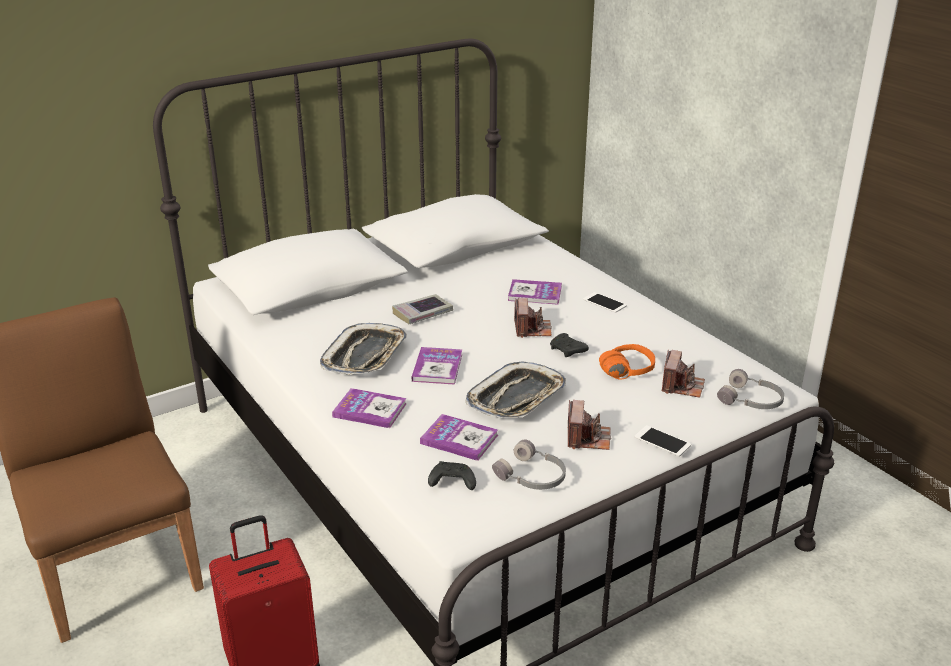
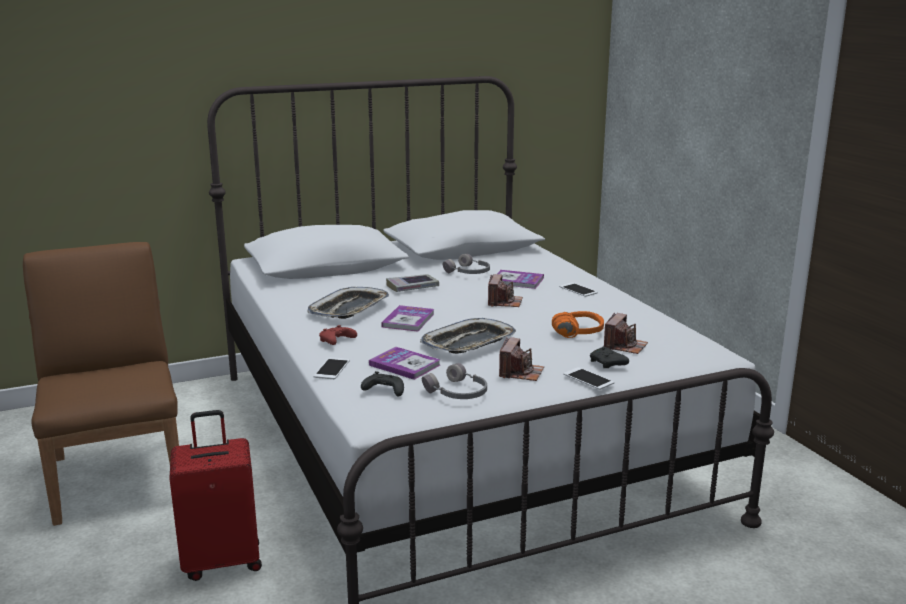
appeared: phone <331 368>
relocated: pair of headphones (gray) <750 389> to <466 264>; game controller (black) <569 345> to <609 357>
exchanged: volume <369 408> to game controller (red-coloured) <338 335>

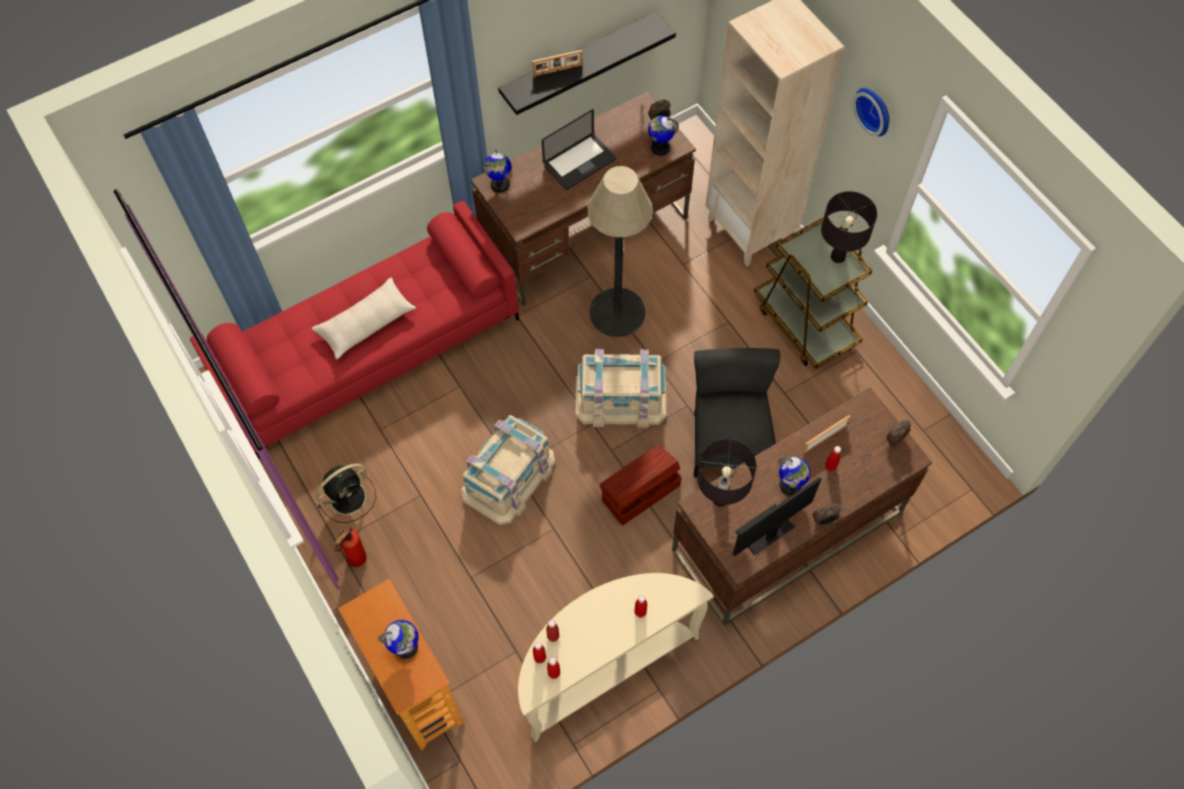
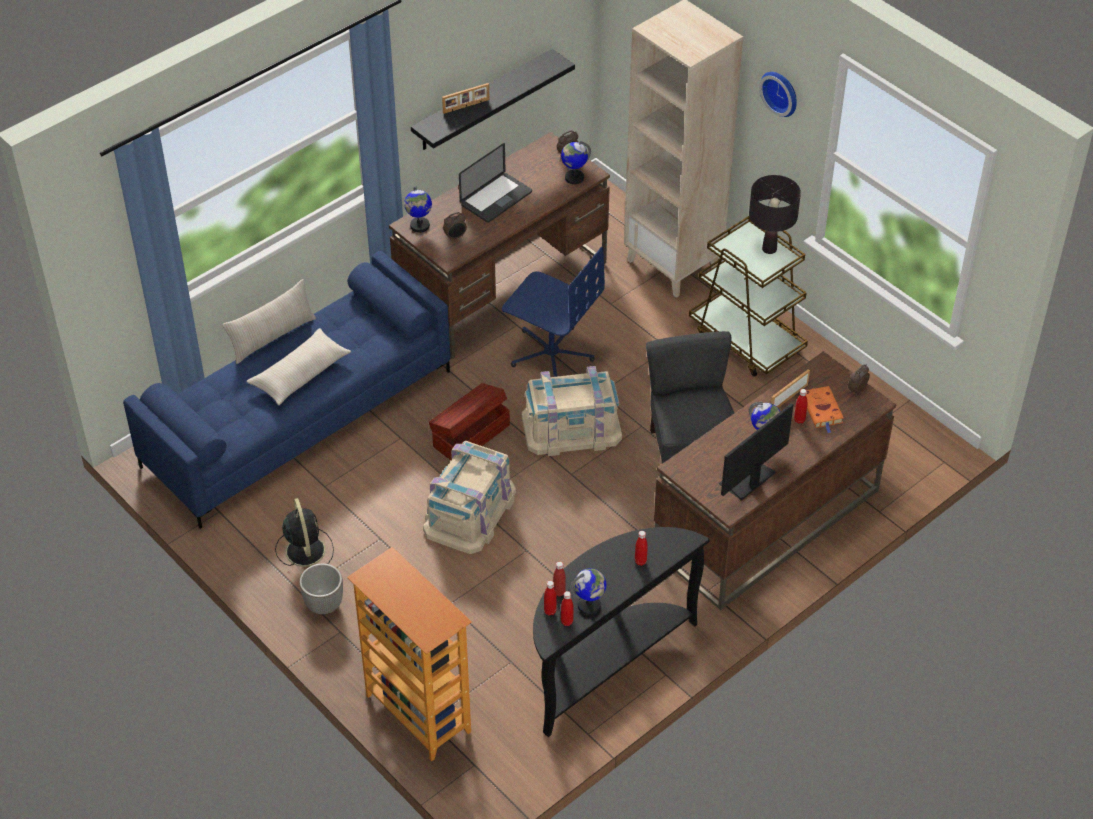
missing: table lamp (black) <726 473>
appeared: cushion (sand-coloured) <269 321>; volume (orangey) <825 409>
relocated: storage box (brownish) <641 485> to <469 421>; alarm clock <827 514> to <455 226>; desk globe <398 639> to <587 591>
exchanged: fire extinguisher <350 547> to plant pot <321 589>; standing lamp <620 251> to office chair (bluish) <553 312>
colour: sofa (red-coloured) <354 330> to sofa (bluish) <286 390>; hall table (sand-coloured) <616 657> to hall table (black) <621 632>
spun: cooling fan (black) <346 493> = <304 536> 60 degrees counterclockwise

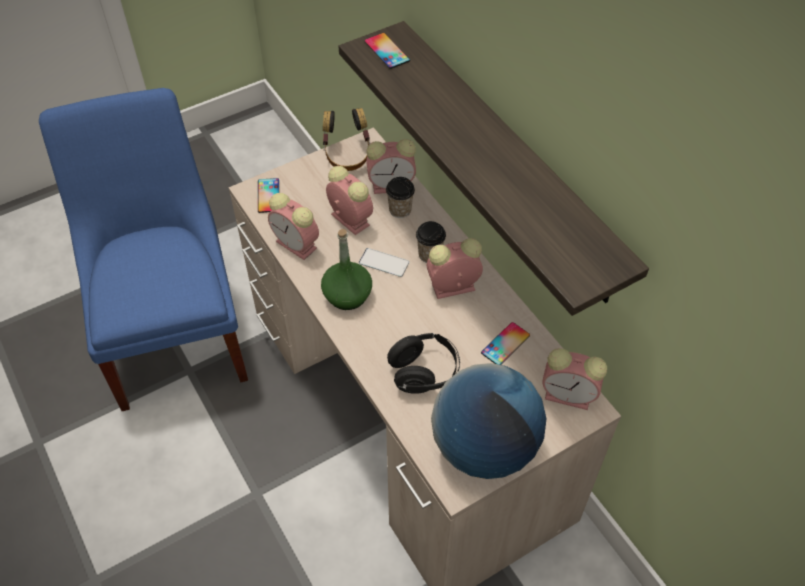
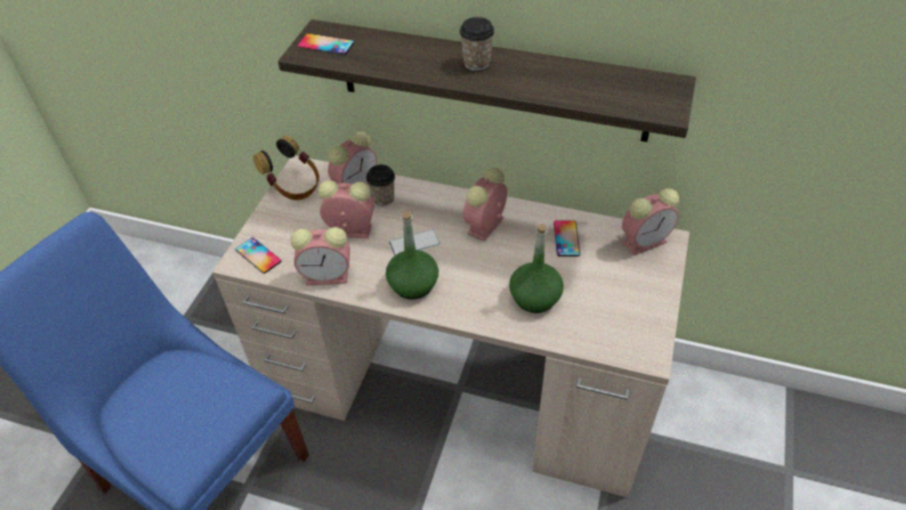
missing: desk globe <489 421>
relocated: cup <431 242> to <477 44>
exchanged: pair of headphones (black) <423 363> to drink bottle (green) <536 268>

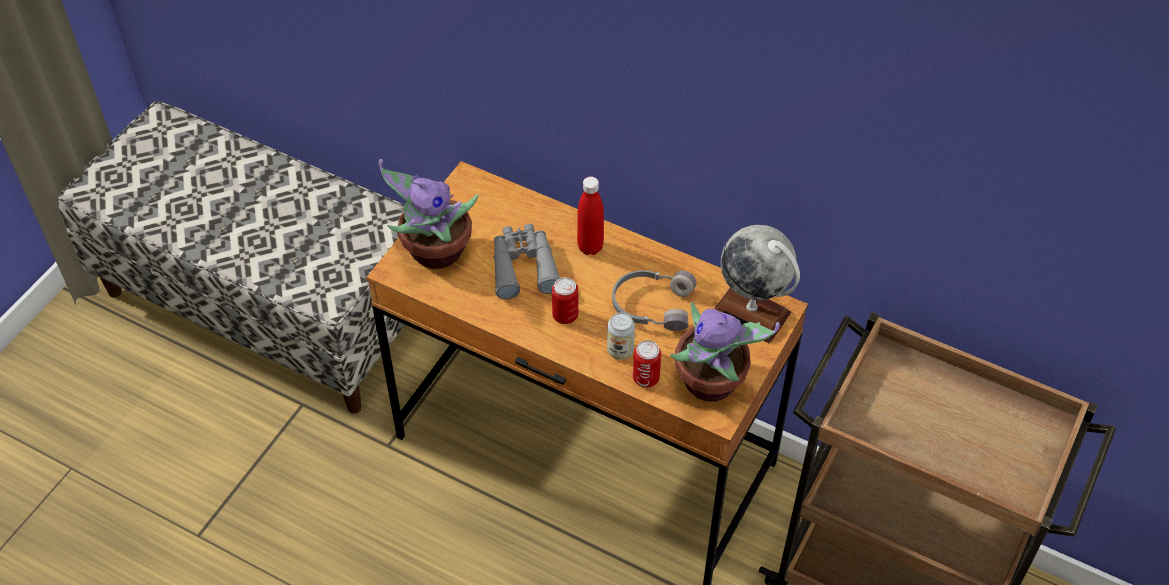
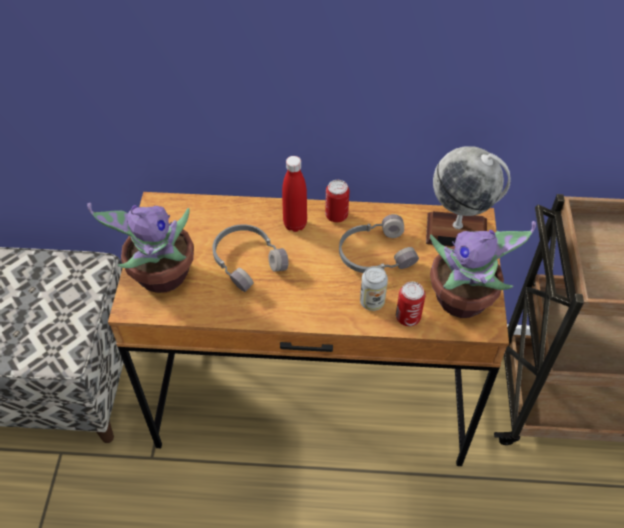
relocated: metal can <565 300> to <337 201>
exchanged: pair of binoculars (gray) <527 261> to pair of headphones (gray) <250 258>

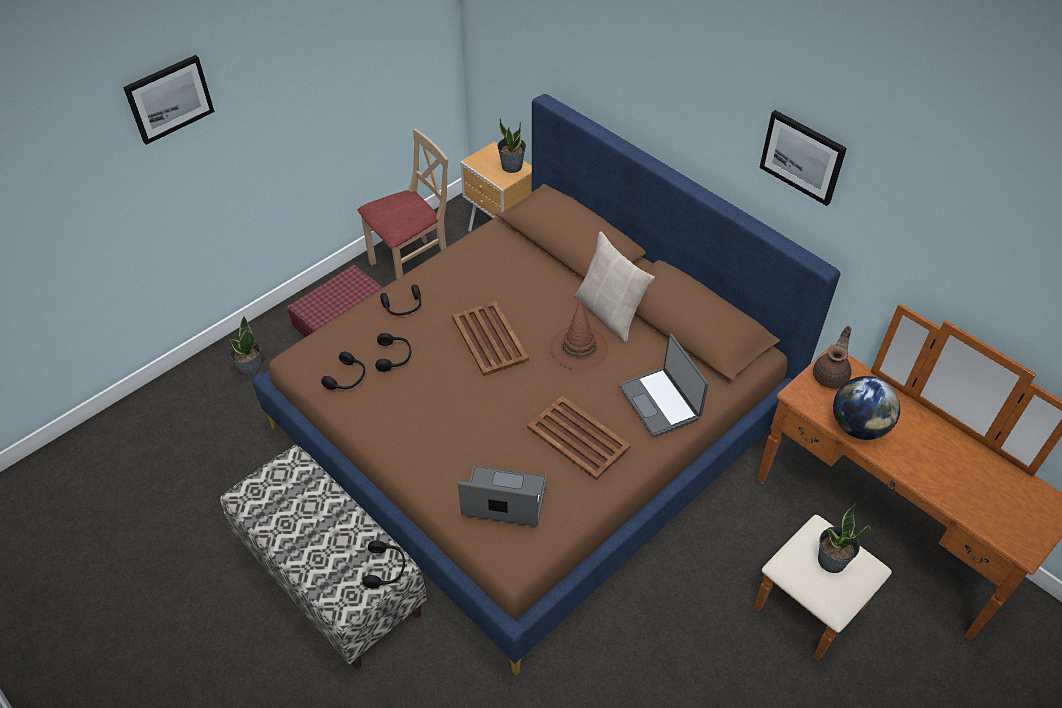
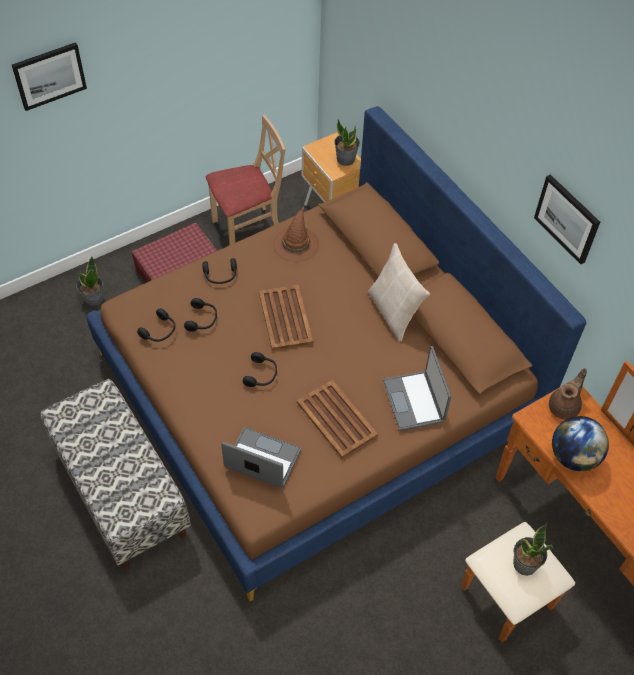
relocated: pair of headphones (black) <383 564> to <260 369>; hat (brownish) <579 334> to <296 234>

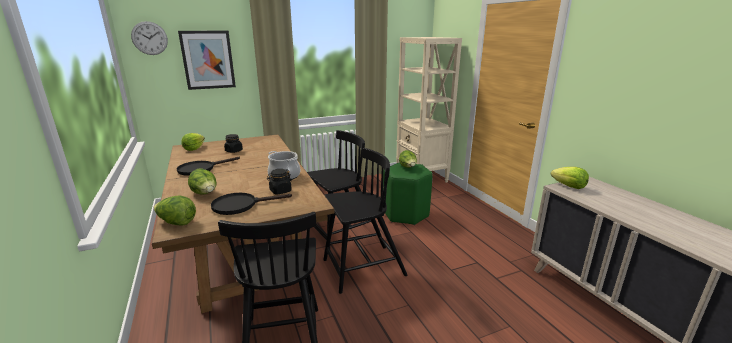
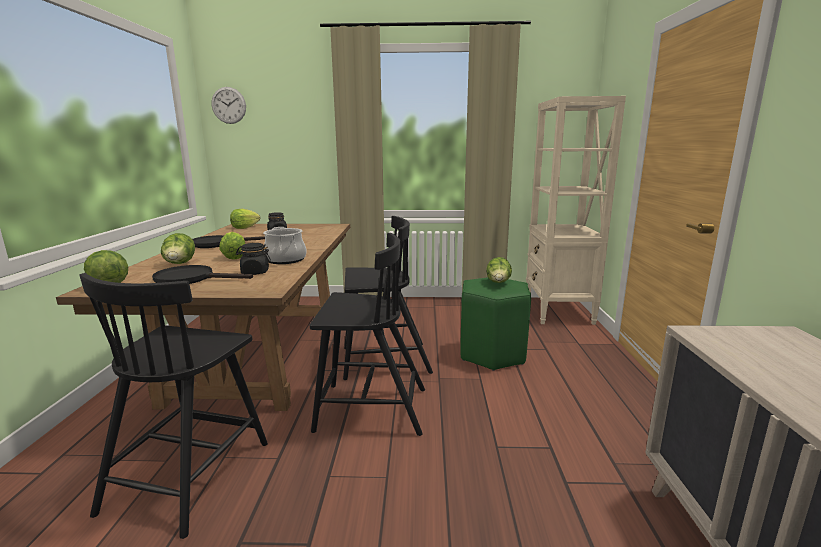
missing: wall art <207 60>
relocated: lettuce <570 178> to <232 246>

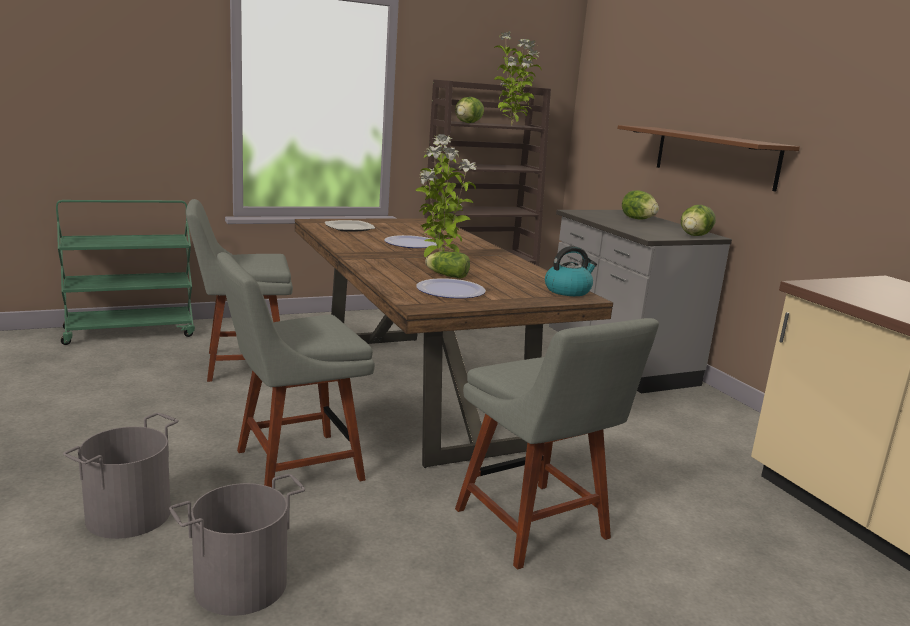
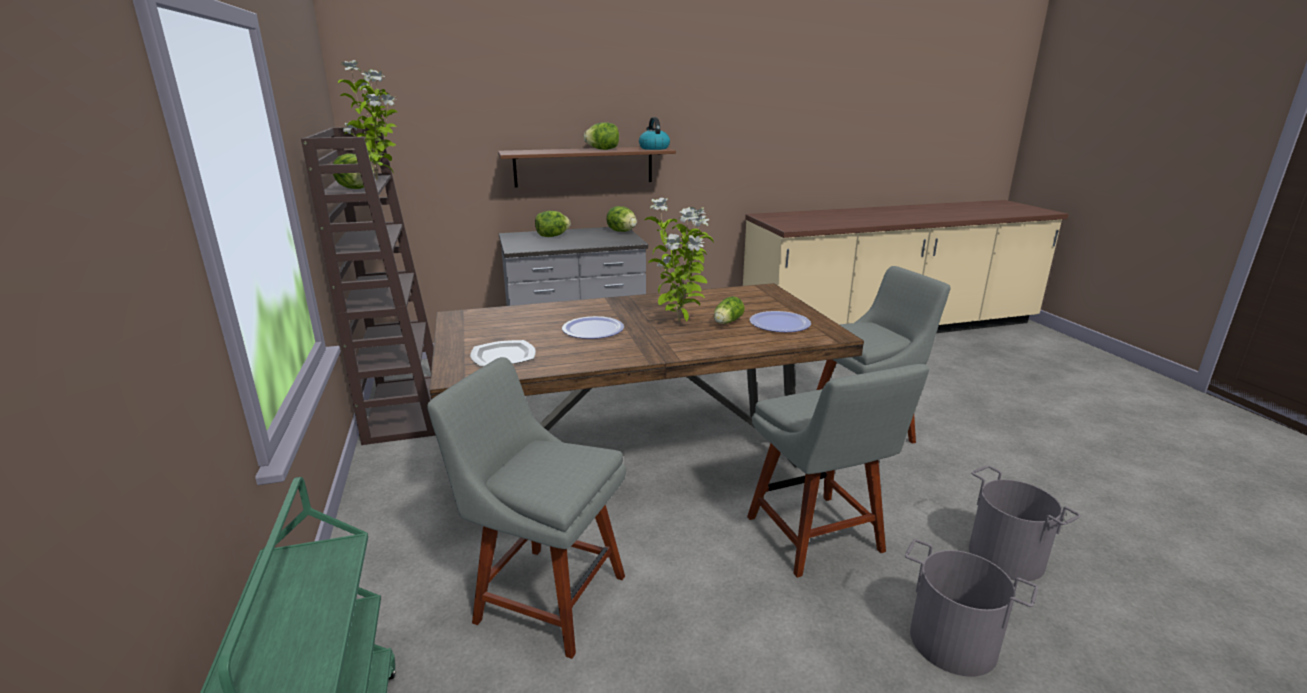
appeared: lettuce <601 136>
relocated: tea kettle <571 271> to <654 133>
spun: upright chair (gray) <239 290> = <526 508> 120 degrees clockwise

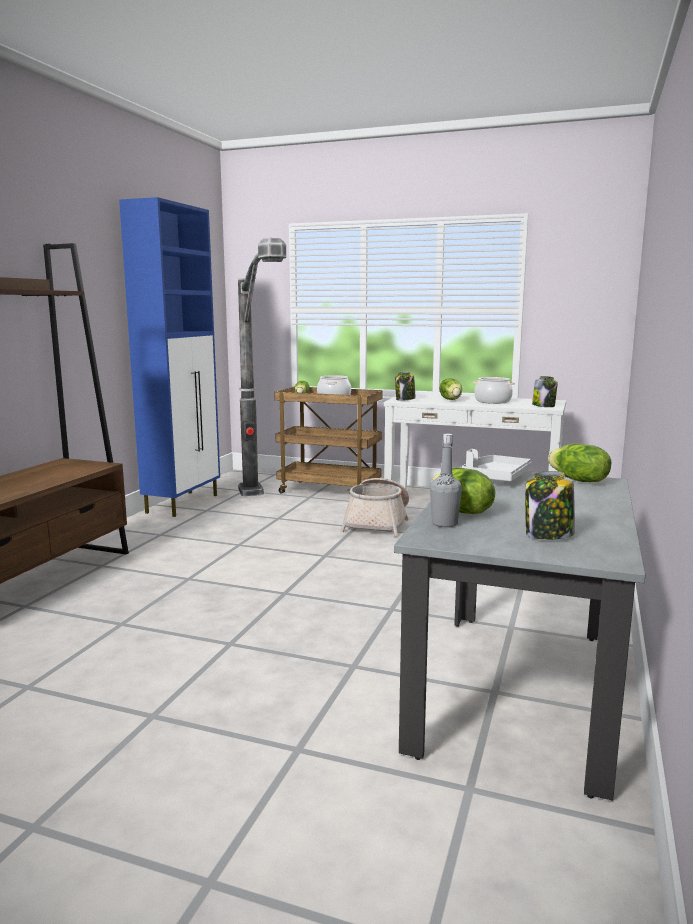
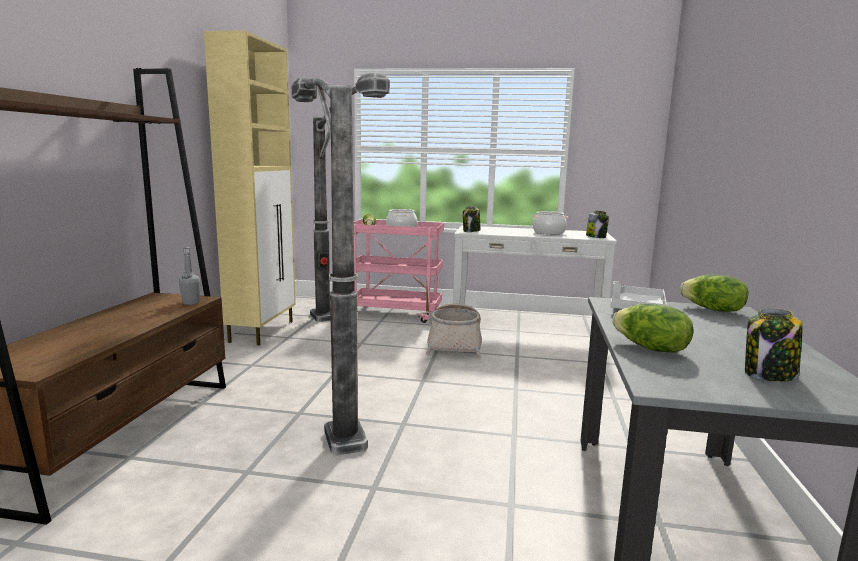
missing: lettuce <451 389>
appeared: standing lamp <330 266>
relocated: drink bottle (gray) <446 480> to <189 276>
colour: cupboard (bluish) <169 357> to cupboard (sand-coloured) <250 187>; wheeled cart (brownish) <329 440> to wheeled cart (pinkish) <399 271>

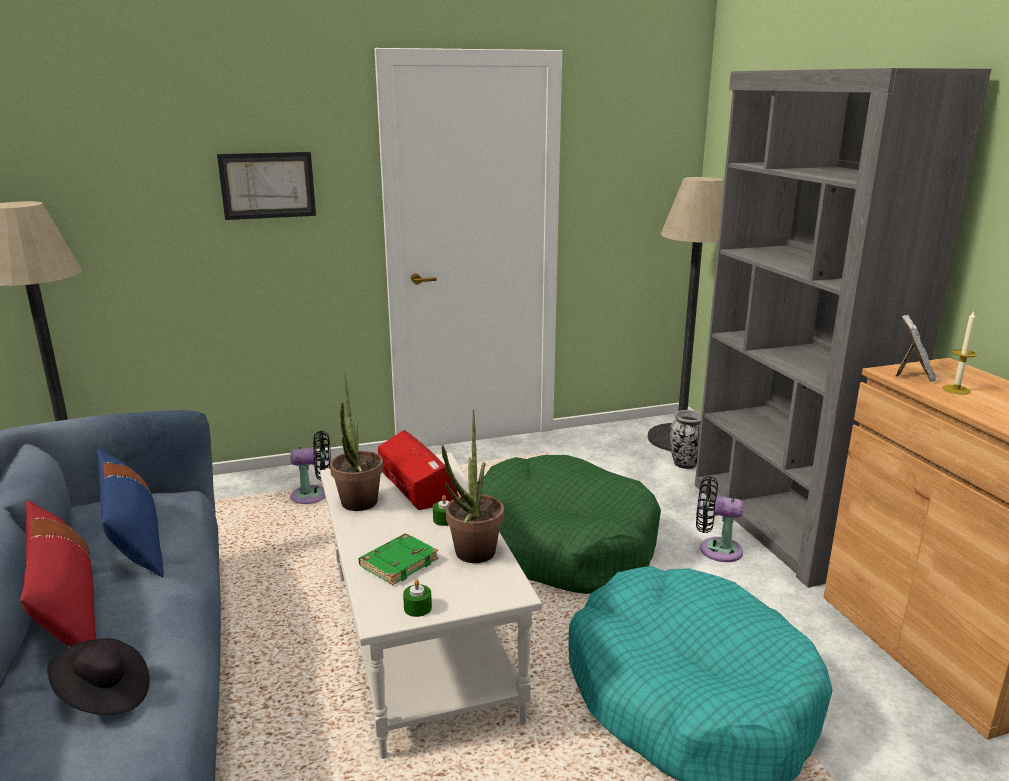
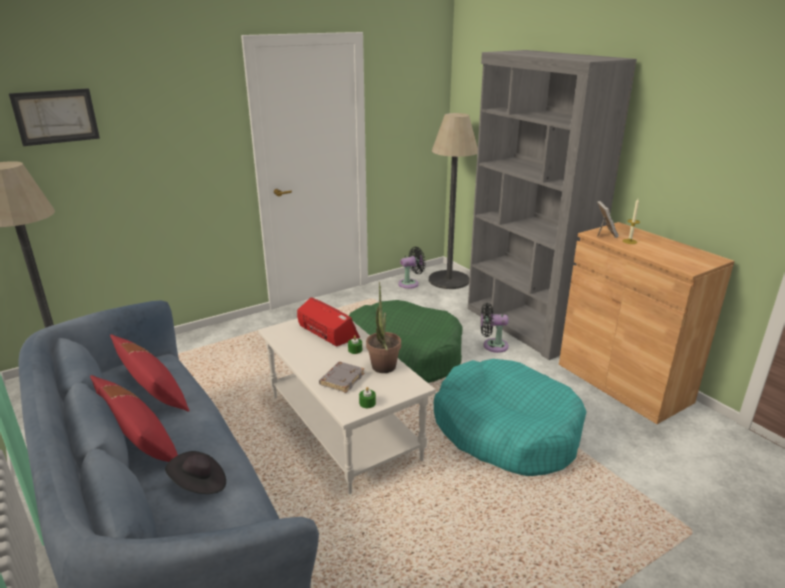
missing: potted plant <356 442>; vase <686 439>
relocated: wall art <266 186> to <54 117>; cooling fan (black) <310 467> to <412 268>
colour: cushion (bluish) <130 512> to cushion (red-coloured) <150 373>; volume (green) <398 559> to volume (gray) <342 377>

